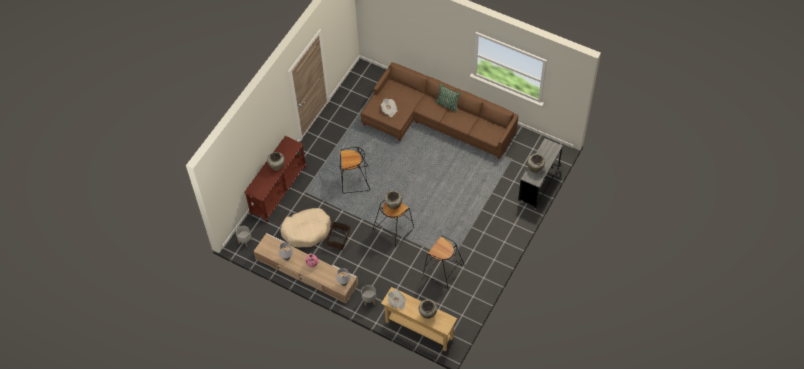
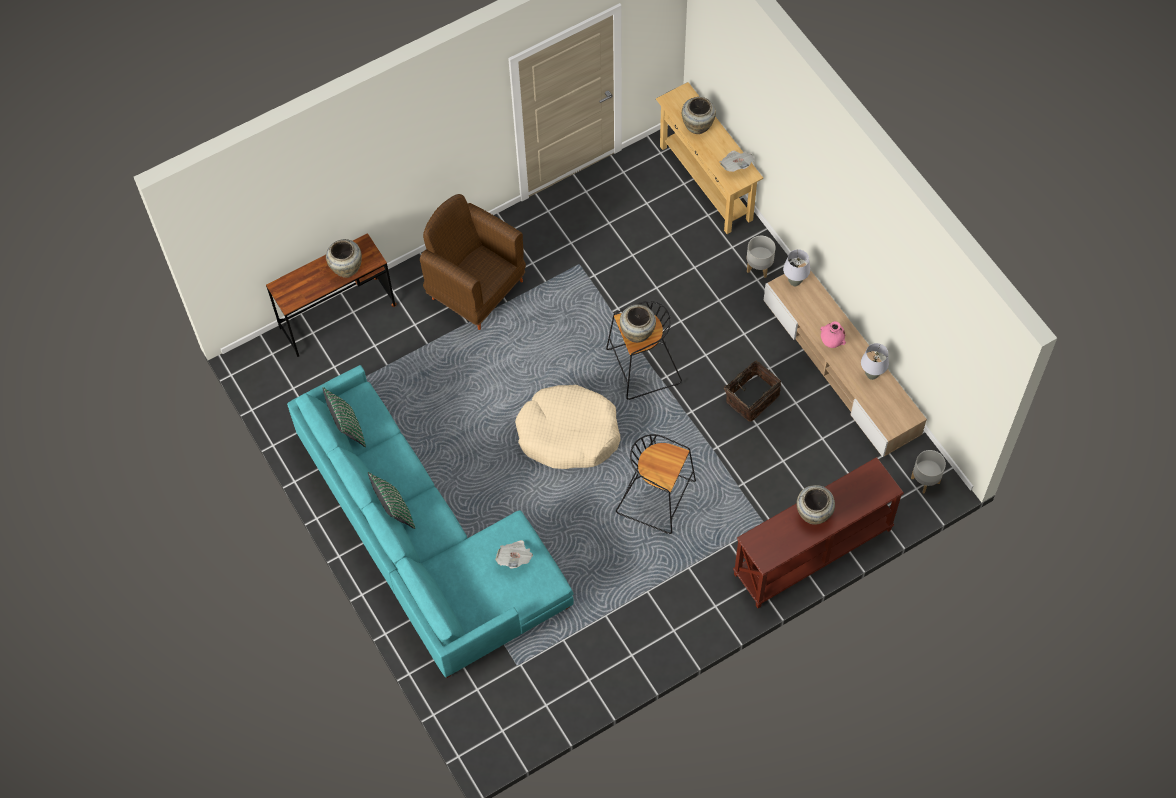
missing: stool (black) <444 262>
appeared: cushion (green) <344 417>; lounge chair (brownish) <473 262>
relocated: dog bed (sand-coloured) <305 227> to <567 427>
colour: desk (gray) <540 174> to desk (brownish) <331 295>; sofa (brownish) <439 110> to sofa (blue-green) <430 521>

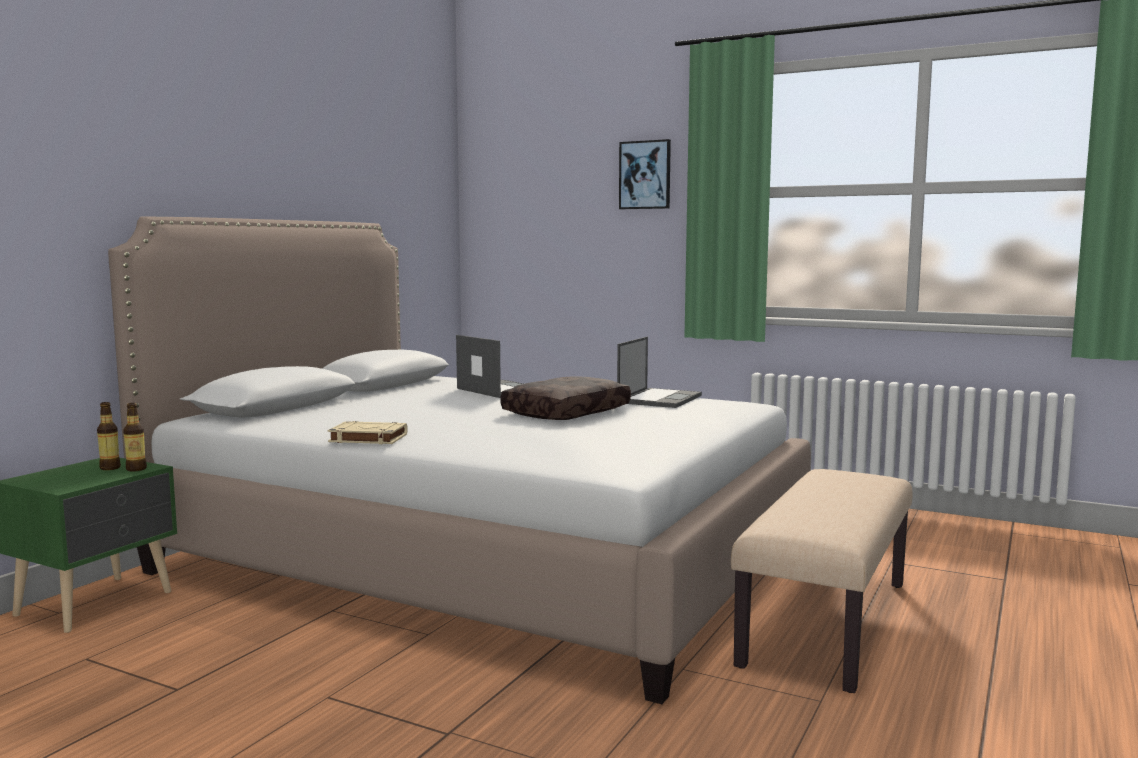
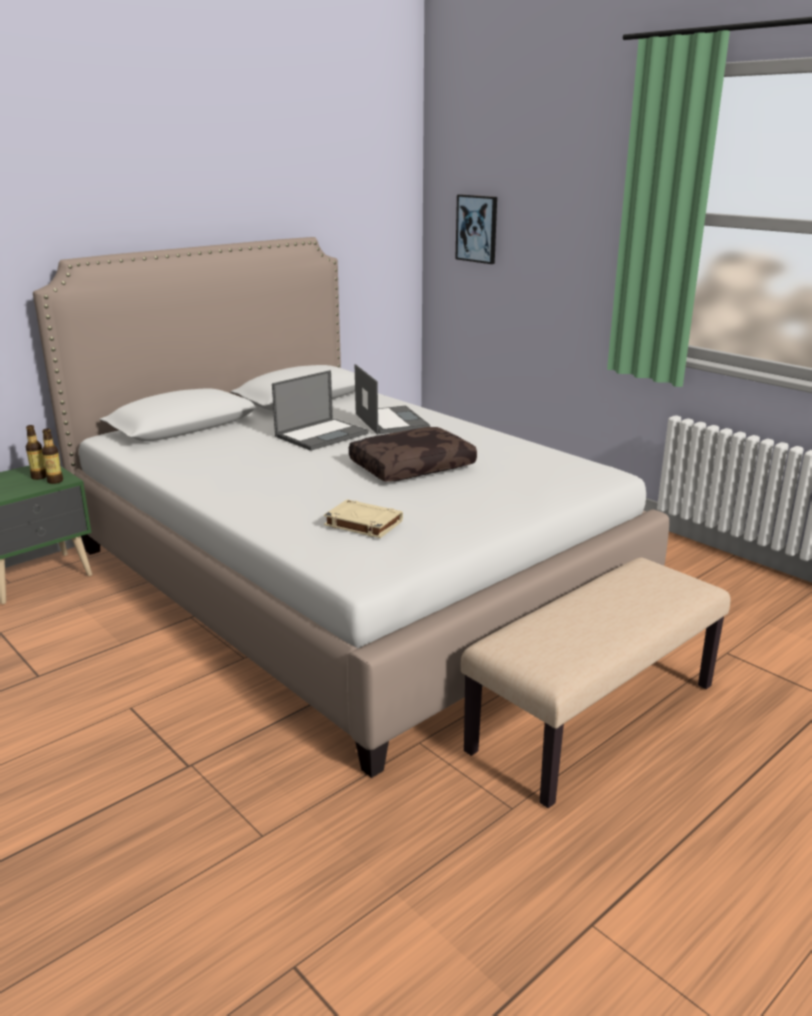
relocated: portable computer <659 372> to <320 410>; volume (sand-coloured) <367 432> to <363 519>; wall art <645 174> to <476 229>

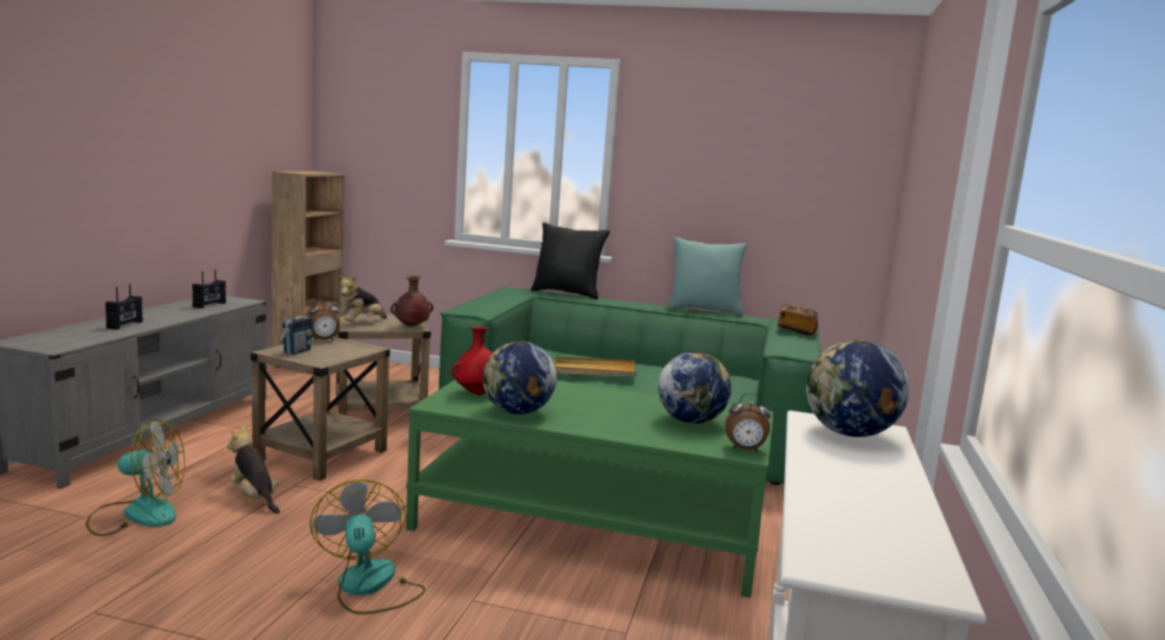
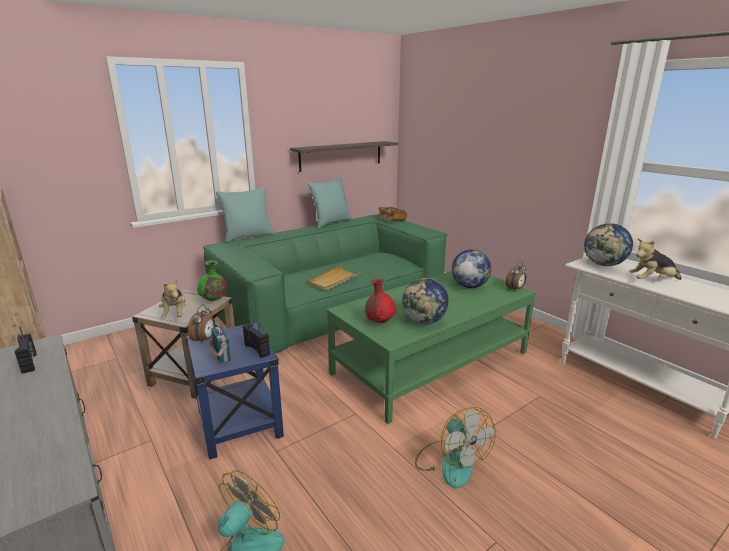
appeared: wall shelf <344 156>
relocated: radio set <124 307> to <256 337>; cuddly toy <253 470> to <655 259>
colour: end table (sand-coloured) <320 409> to end table (bluish) <235 391>; vase (brownish) <411 301> to vase (green) <212 280>; cushion (black) <570 260> to cushion (blue-green) <245 215>
spun: cooling fan <368 546> = <455 447> 135 degrees counterclockwise

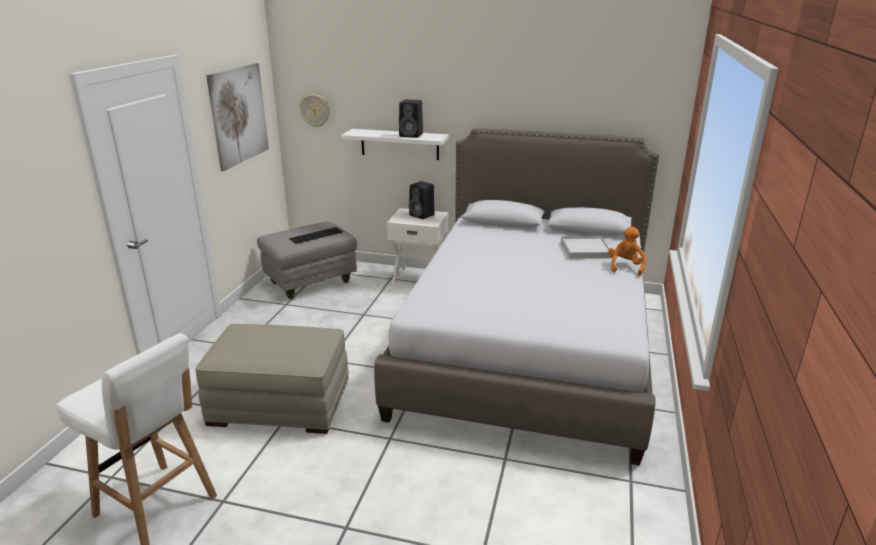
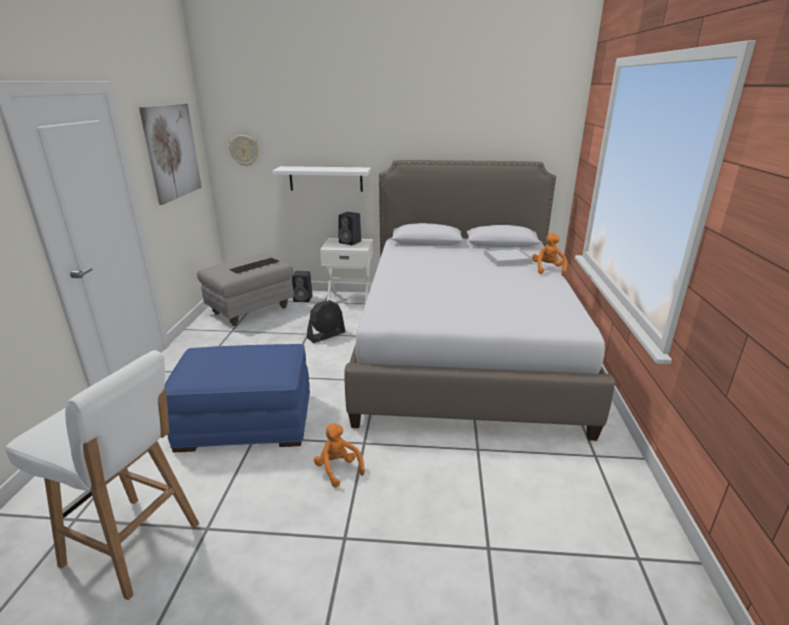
appeared: cooling fan (black) <326 321>; cuddly toy (orangey) <339 455>
relocated: loudspeaker (black) <411 118> to <302 286>
colour: ottoman (sand-coloured) <272 379> to ottoman (bluish) <237 398>

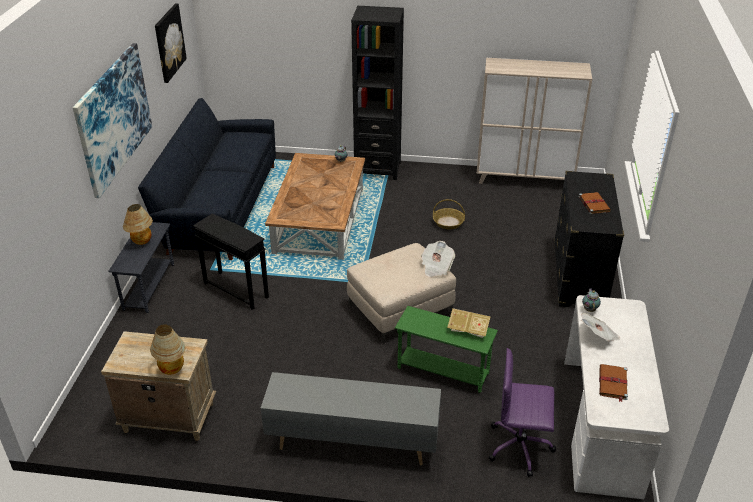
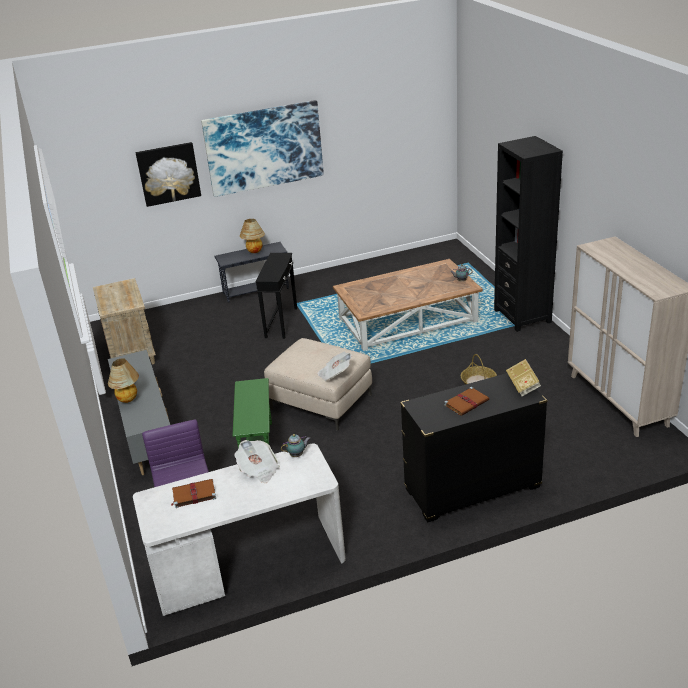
missing: sofa (black) <207 179>
relocated: table lamp <168 349> to <123 380>; wall art <171 43> to <168 174>; volume <468 323> to <523 377>

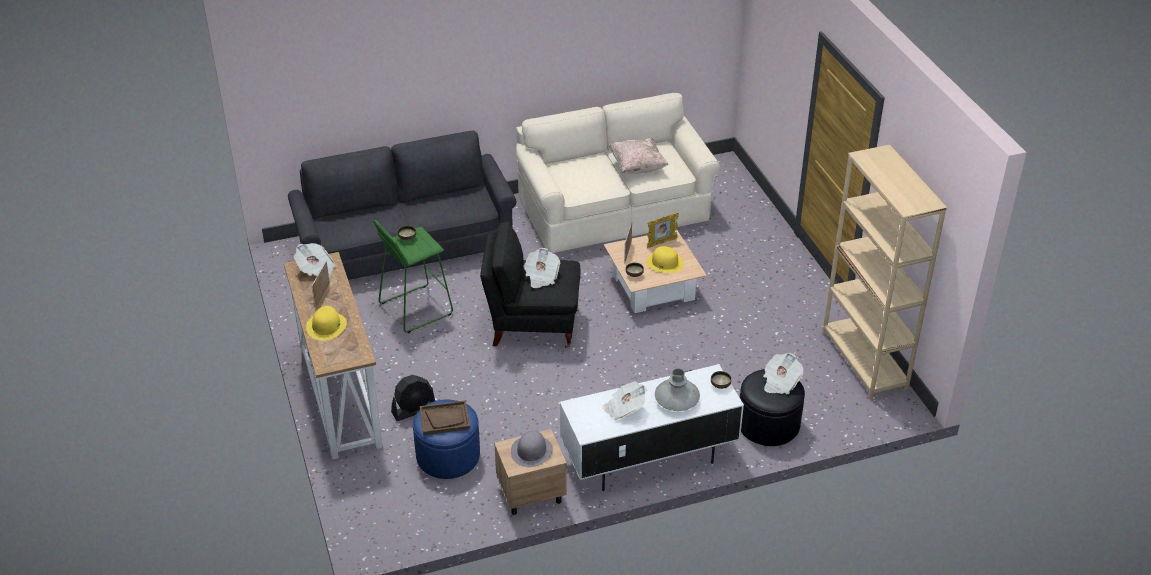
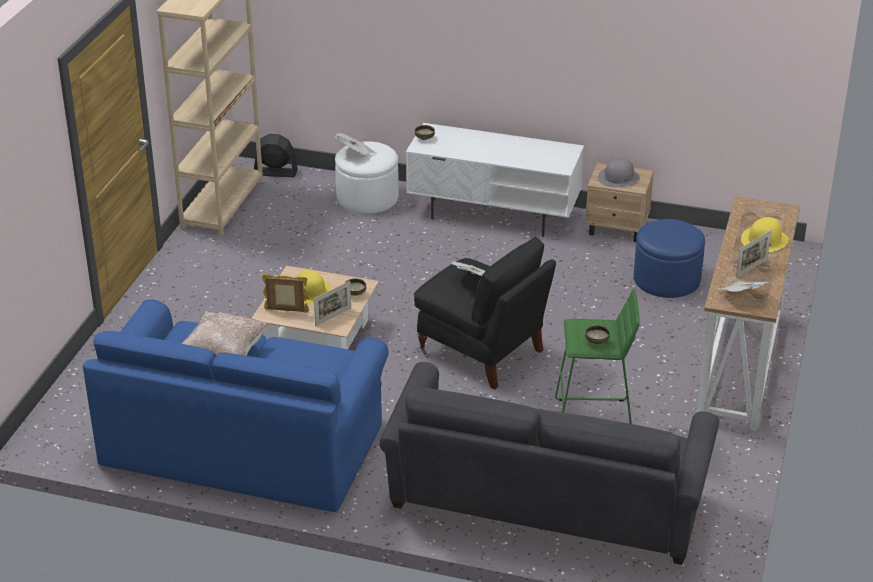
missing: serving tray (brownish) <445 417>; printed paper <624 400>; vase (gray) <677 389>
relocated: cooling fan (black) <413 398> to <276 155>
colour: sofa (sand-coloured) <618 173> to sofa (bluish) <236 405>; ottoman (black) <772 407> to ottoman (whitish) <367 177>

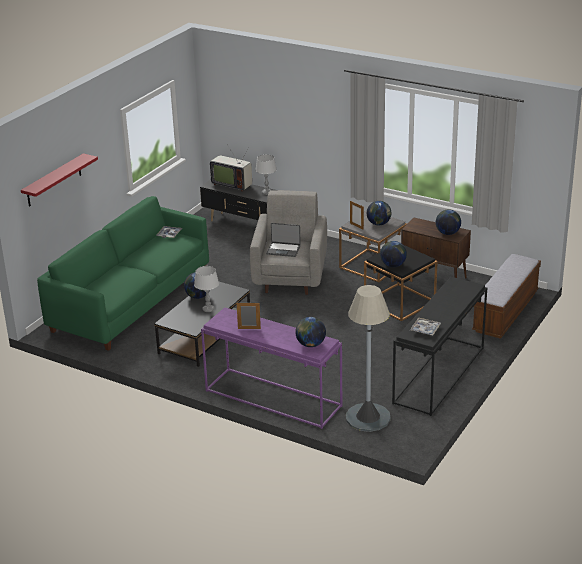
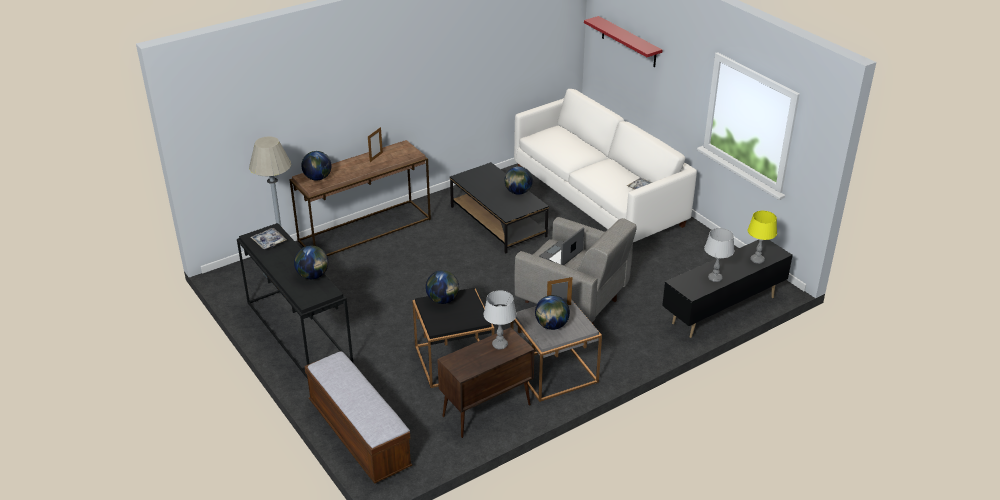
relocated: desk globe <448 222> to <311 262>; table lamp (gray) <206 289> to <500 319>
exchanged: TV set <231 168> to table lamp (yellow) <762 237>
colour: hall table (purple-coloured) <271 368> to hall table (brownish) <360 198>; sofa (green) <123 273> to sofa (whitish) <605 165>

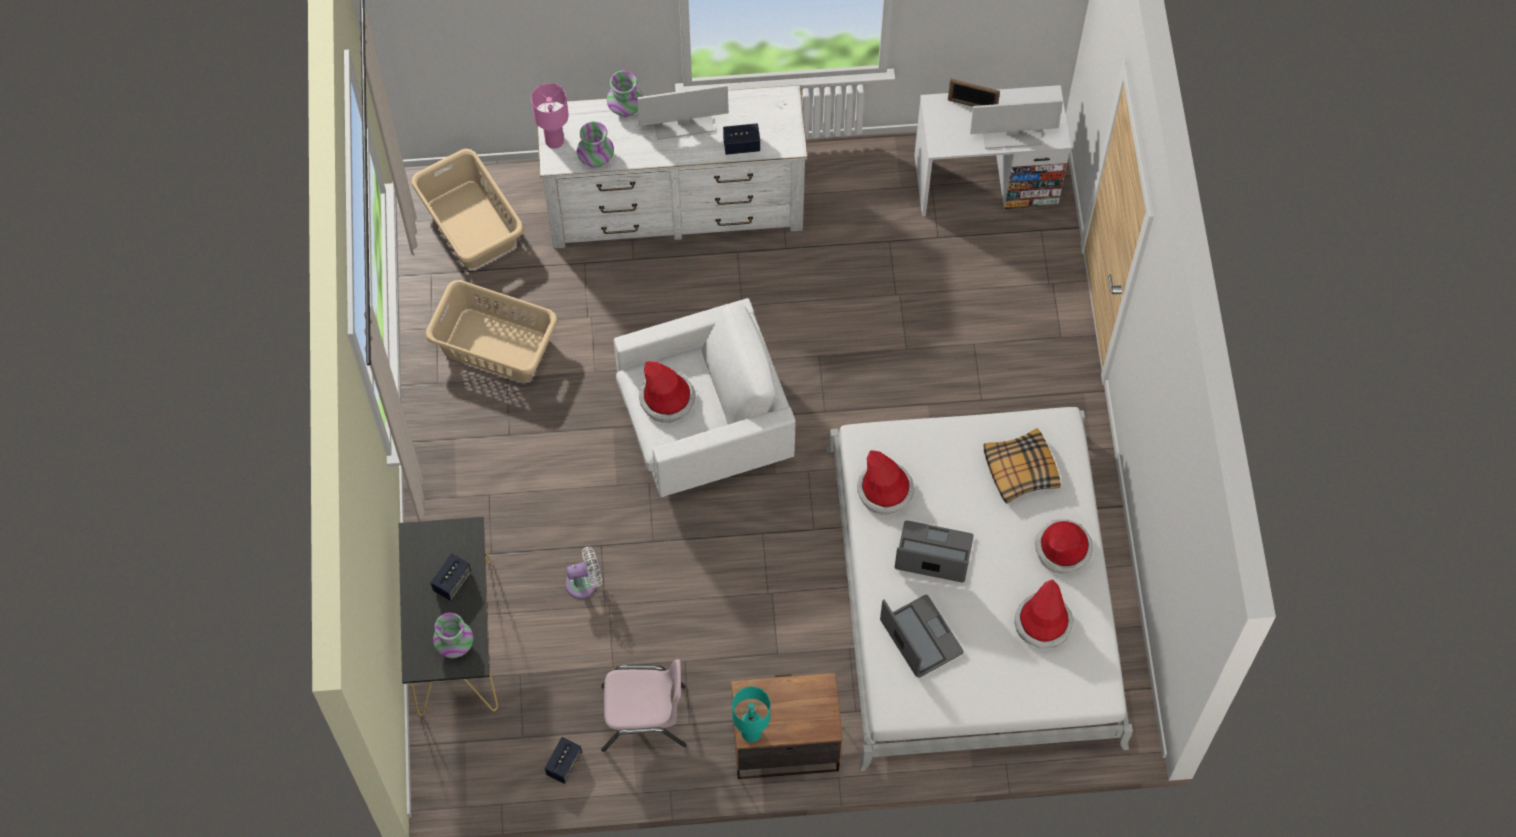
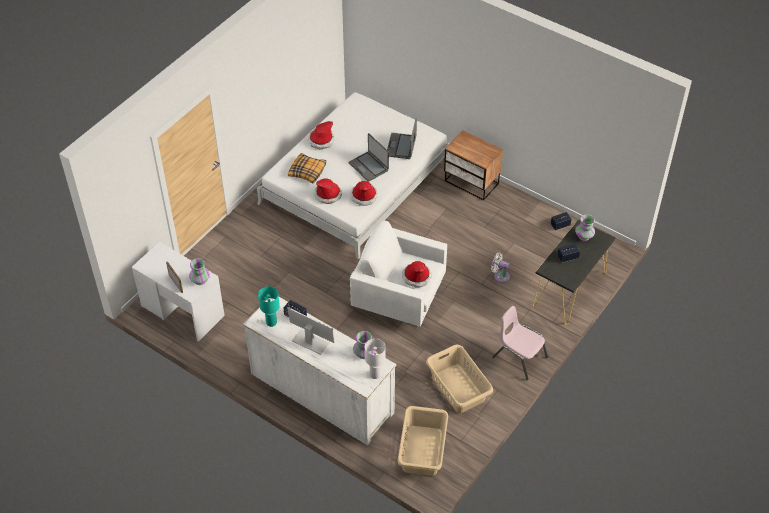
missing: computer display <1016 124>
relocated: vase <625 93> to <199 271>; table lamp (blue-green) <751 714> to <269 306>; hat <1044 614> to <328 191>; upright chair (pinkish) <644 705> to <520 343>
colour: table lamp (pinkish) <550 116> to table lamp (whitish) <375 358>

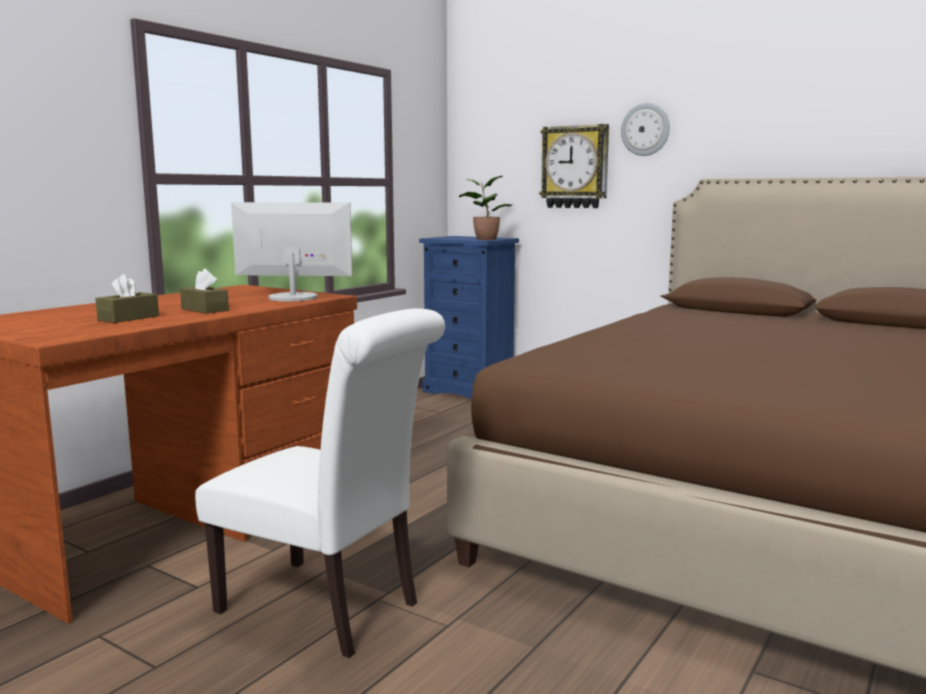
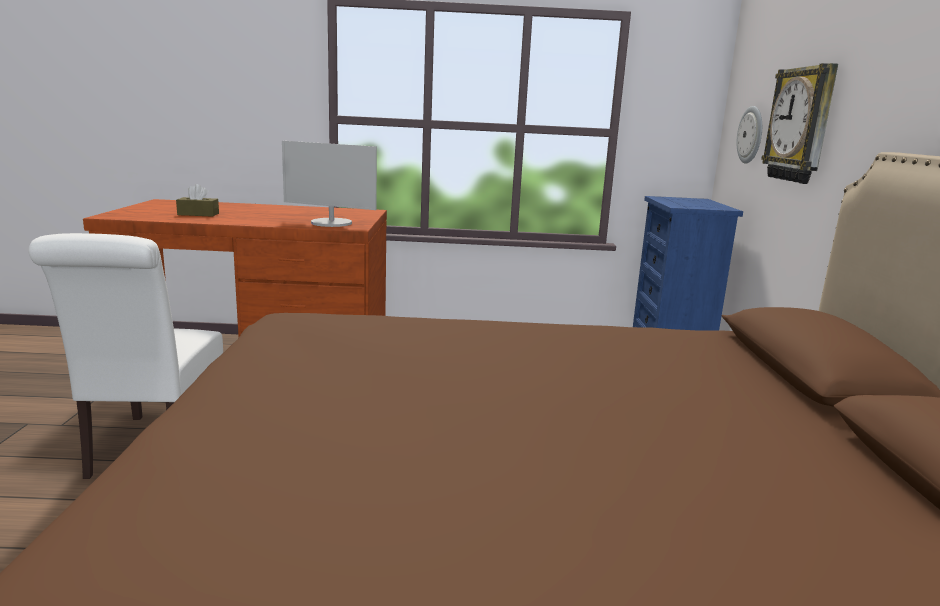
missing: tissue box (brownish) <204 291>; potted plant <485 208>
relocated: hanging clock <645 129> to <749 134>
spun: computer display <291 251> = <329 184> 135 degrees clockwise

